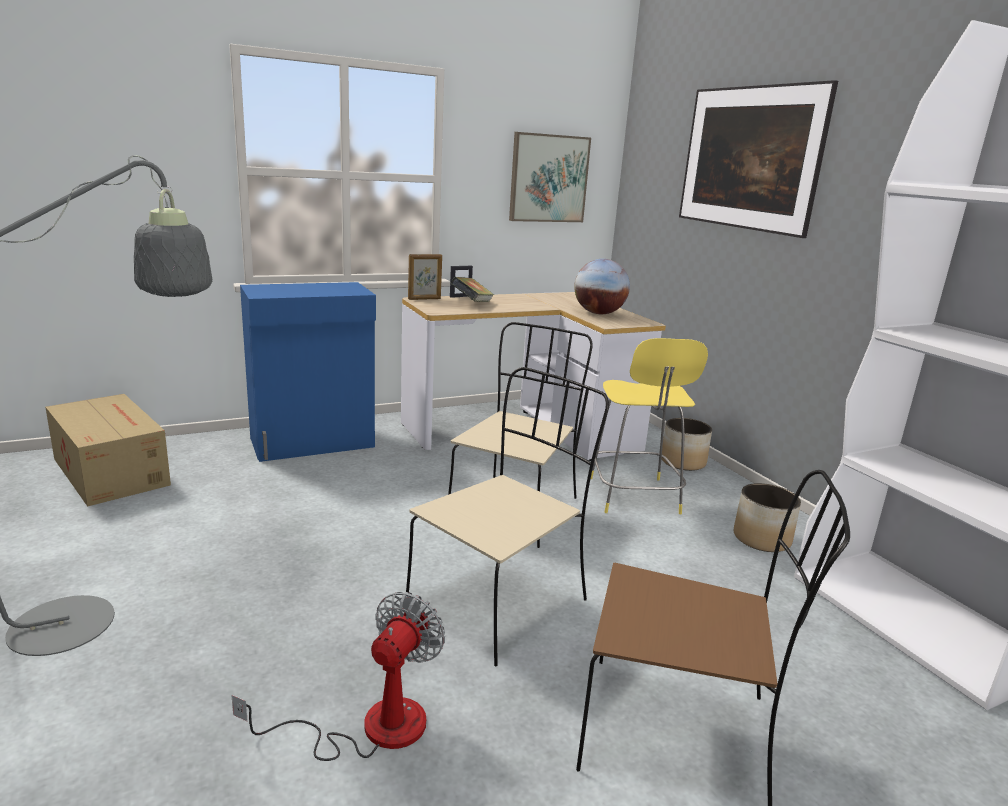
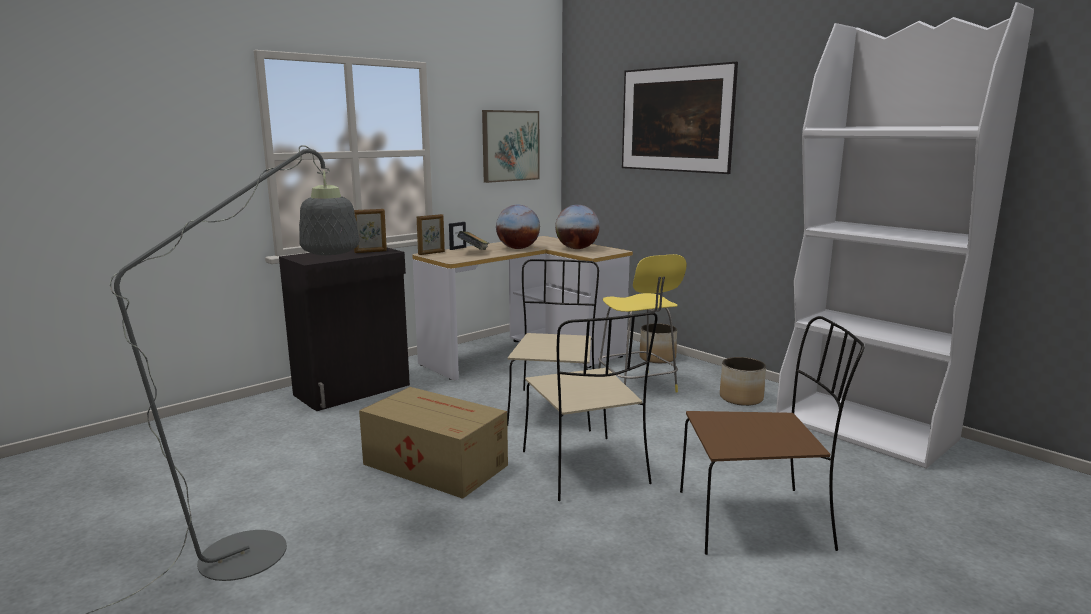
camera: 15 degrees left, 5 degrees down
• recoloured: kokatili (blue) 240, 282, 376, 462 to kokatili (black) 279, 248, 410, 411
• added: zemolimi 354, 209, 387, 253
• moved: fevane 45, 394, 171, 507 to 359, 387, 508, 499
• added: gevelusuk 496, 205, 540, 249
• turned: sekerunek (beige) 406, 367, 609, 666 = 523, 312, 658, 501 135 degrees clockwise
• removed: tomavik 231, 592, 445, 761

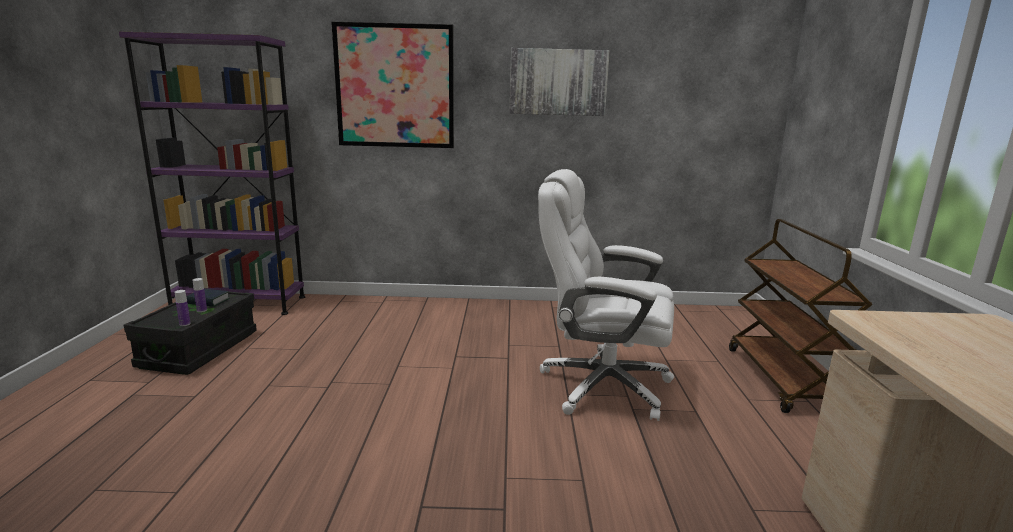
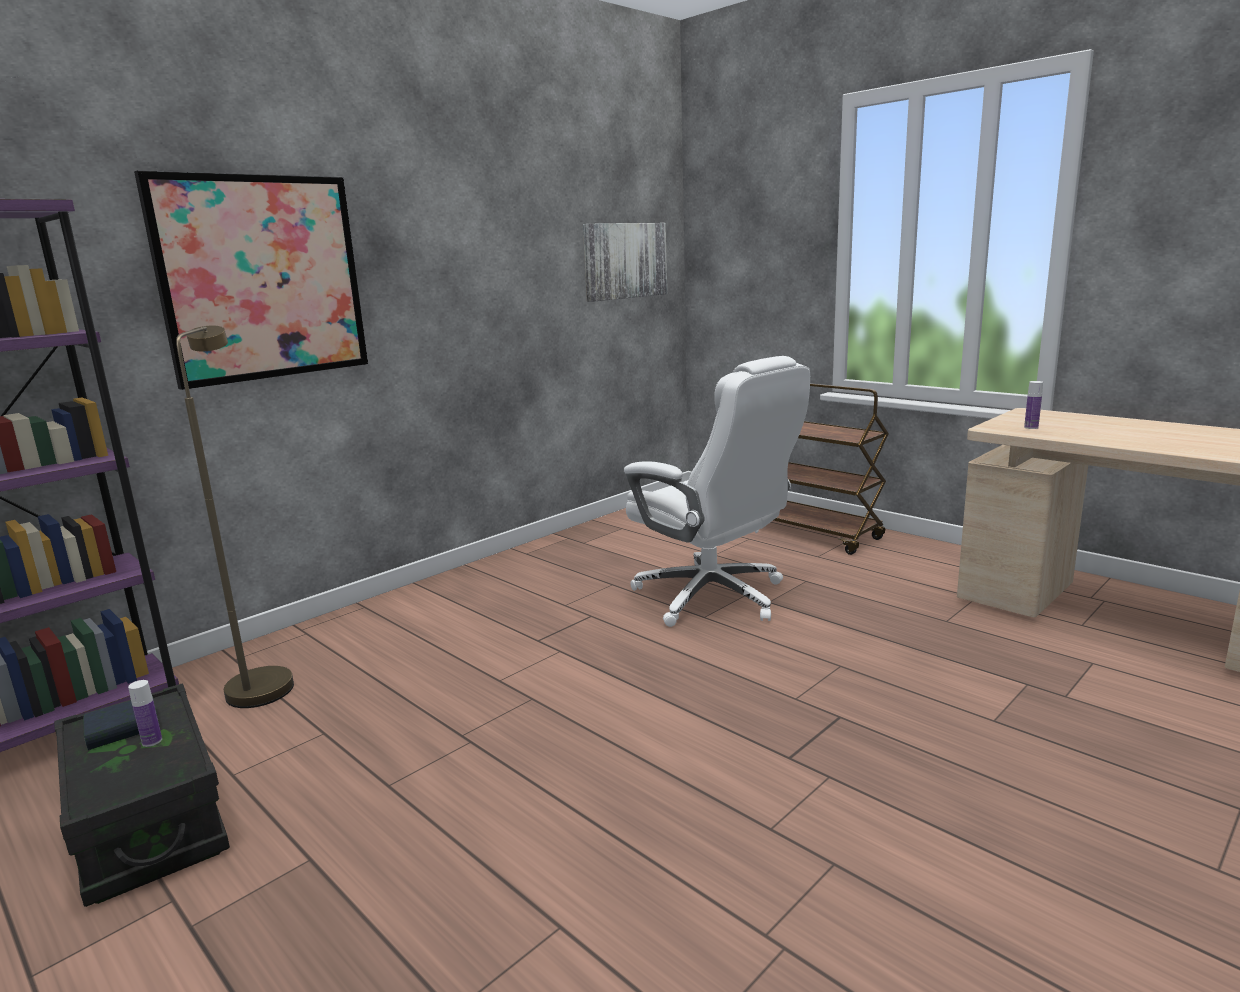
camera: 45 degrees left, 0 degrees up
• added: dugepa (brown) 176, 326, 294, 708
• moved: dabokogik 509, 48, 610, 116 to 583, 223, 667, 302
• turned: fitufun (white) 538, 169, 674, 421 = 624, 356, 810, 627 105 degrees counterclockwise
• moved: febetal 175, 290, 191, 326 to 1024, 381, 1043, 429

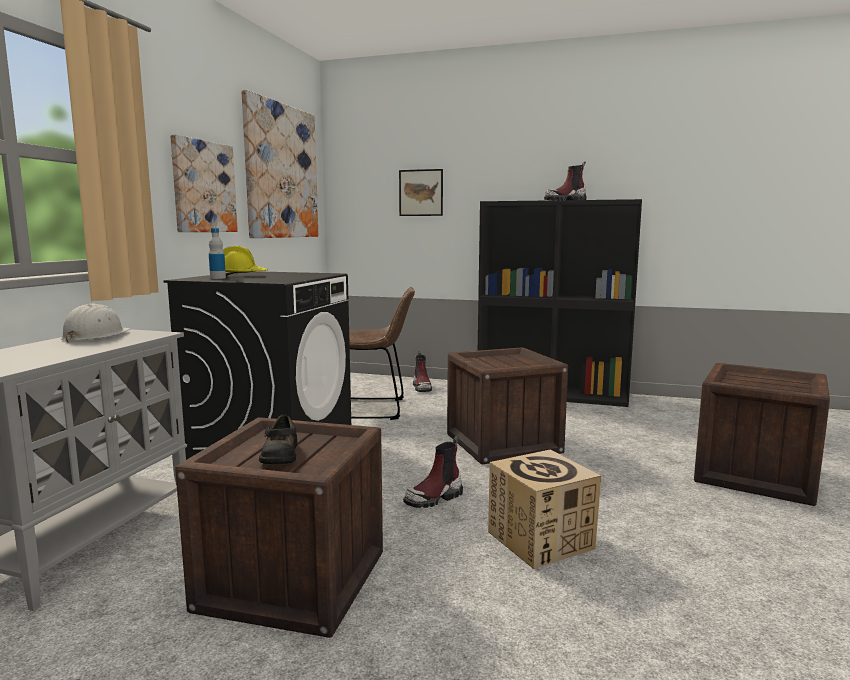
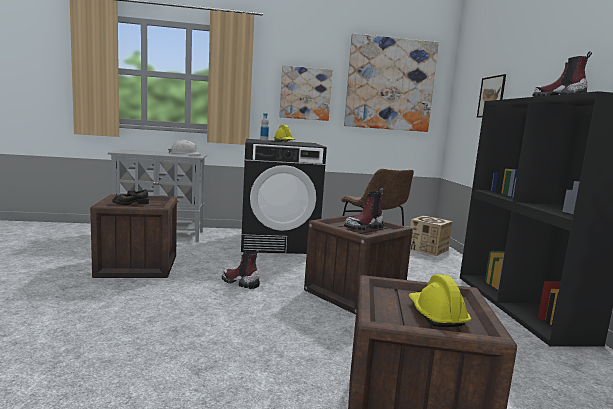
camera: 65 degrees right, 0 degrees up
• moved: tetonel 413, 351, 432, 392 to 344, 188, 384, 230
• added: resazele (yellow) 409, 274, 471, 327
• moved: fevane 488, 450, 601, 569 to 410, 216, 453, 256

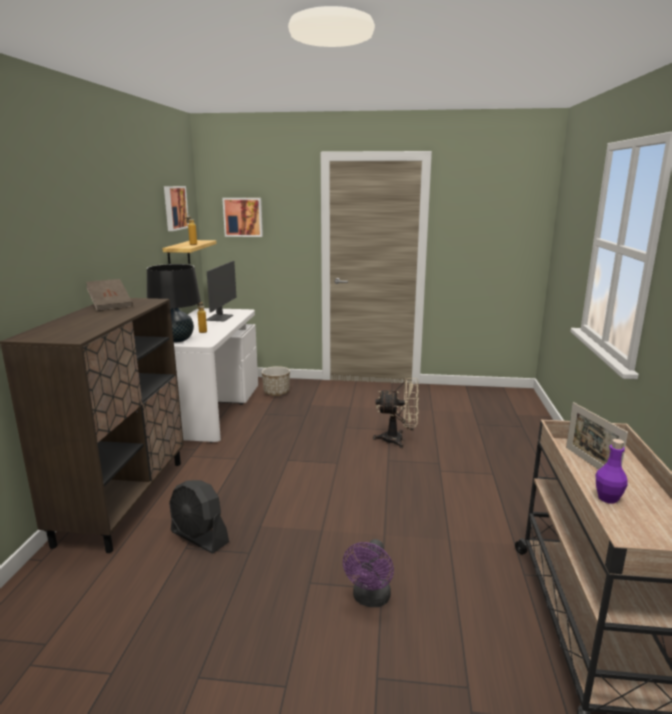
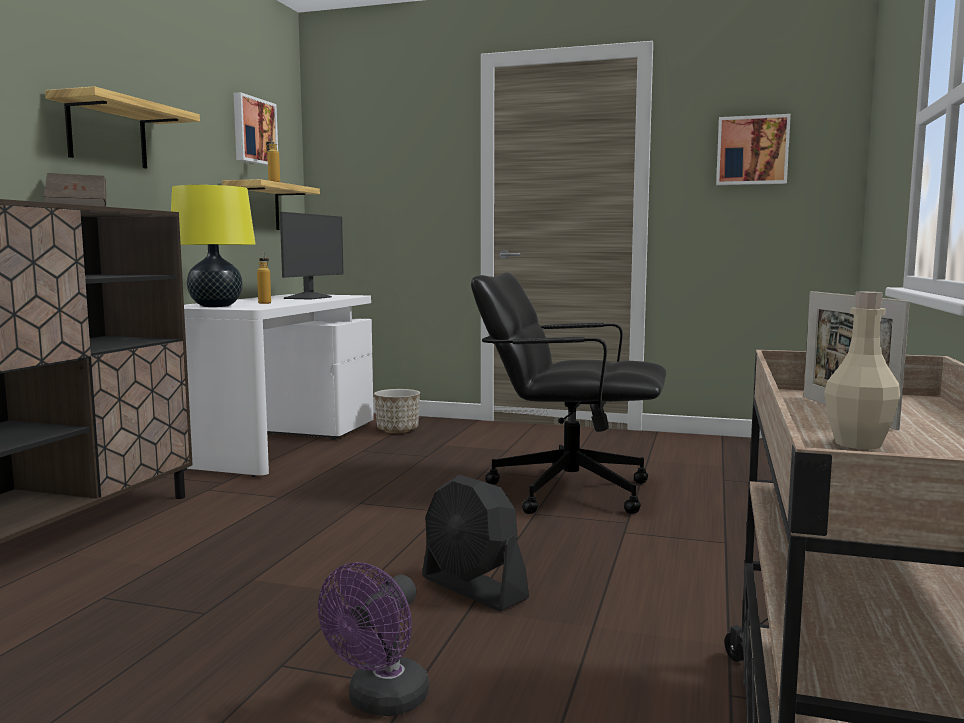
camera: 10 degrees right, 10 degrees down
• added: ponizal 45, 86, 200, 169
• recoloured: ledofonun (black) 147, 264, 201, 342 to ledofonun (yellow) 171, 185, 256, 307
• moved: tomavik (black) 169, 480, 229, 554 to 422, 475, 529, 611
• replaced: tomavik (beige) 373, 378, 419, 448 to fitufun (black) 471, 272, 666, 514
• moved: dabokogik 222, 198, 263, 237 to 716, 114, 791, 185
• recoloured: febetal (purple) 596, 439, 628, 504 to febetal (beige) 824, 292, 900, 450

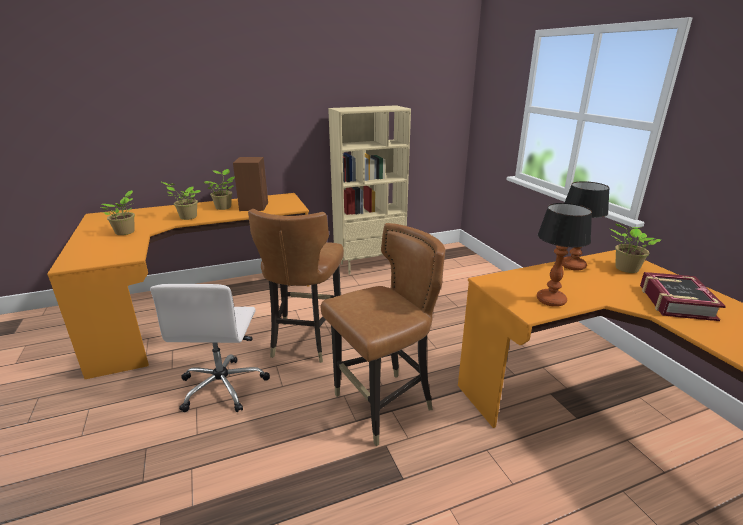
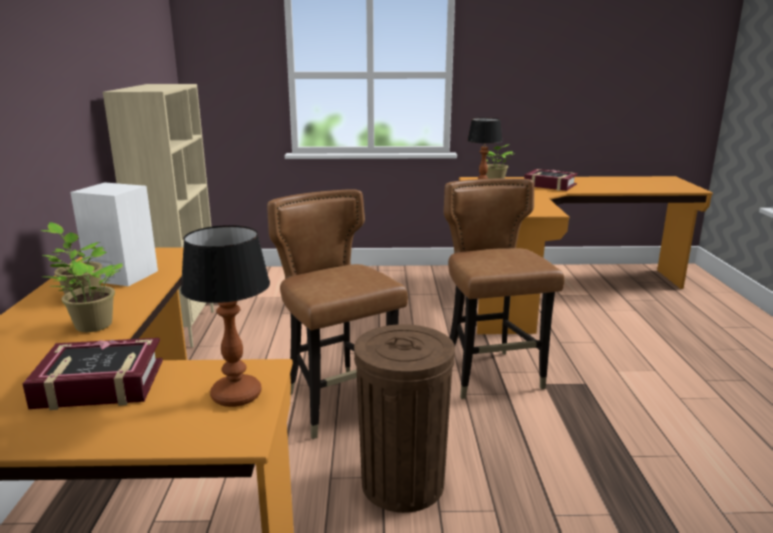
camera: 70 degrees left, 5 degrees down
• replaced: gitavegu 101, 190, 135, 235 to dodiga 23, 338, 163, 410
• recoloured: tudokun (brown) 233, 157, 268, 211 to tudokun (white) 70, 182, 158, 286
• moved: ledofonun 537, 203, 592, 307 to 180, 225, 270, 407
• turned: sekerunek (brown) 248, 209, 344, 363 = 267, 189, 408, 439 150 degrees counterclockwise
• replaced: fitufun (white) 150, 284, 270, 412 to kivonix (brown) 354, 324, 455, 513

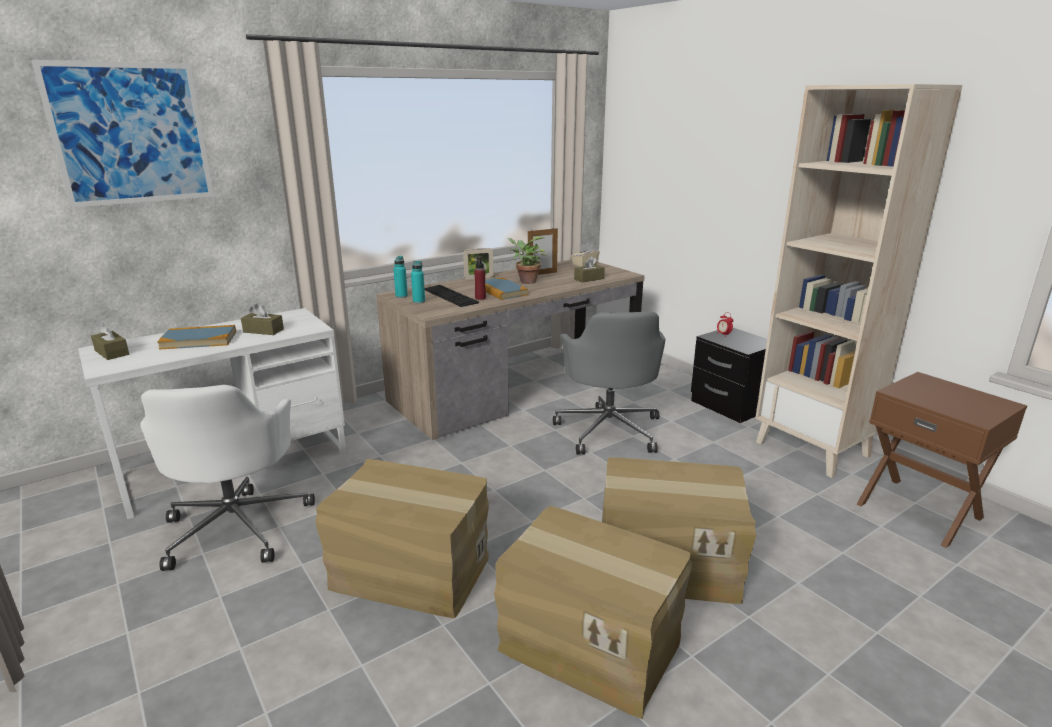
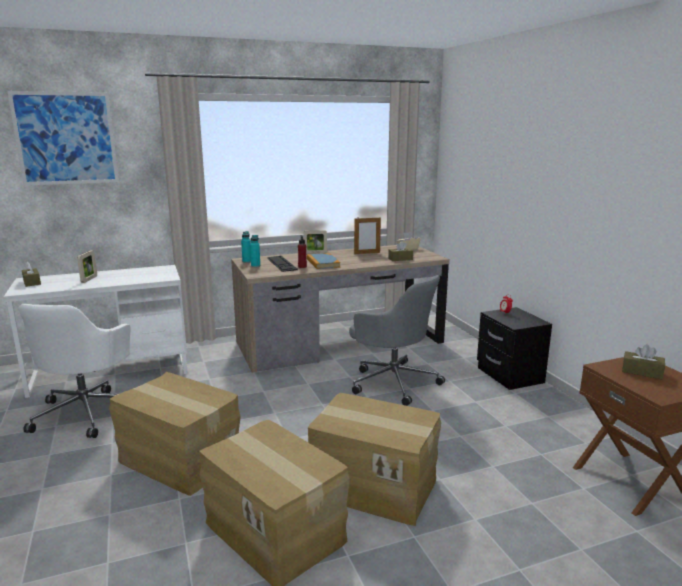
camera: 15 degrees right, 5 degrees down
• replaced: dodiga 157, 325, 236, 350 to zemolimi 77, 250, 97, 283
• turned: fitufun (grey) 553, 311, 665, 454 = 349, 275, 445, 406 60 degrees counterclockwise
• moved: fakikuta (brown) 241, 303, 284, 335 to 622, 344, 665, 379
• removed: gitavegu 507, 236, 546, 284
• removed: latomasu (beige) 755, 84, 963, 478

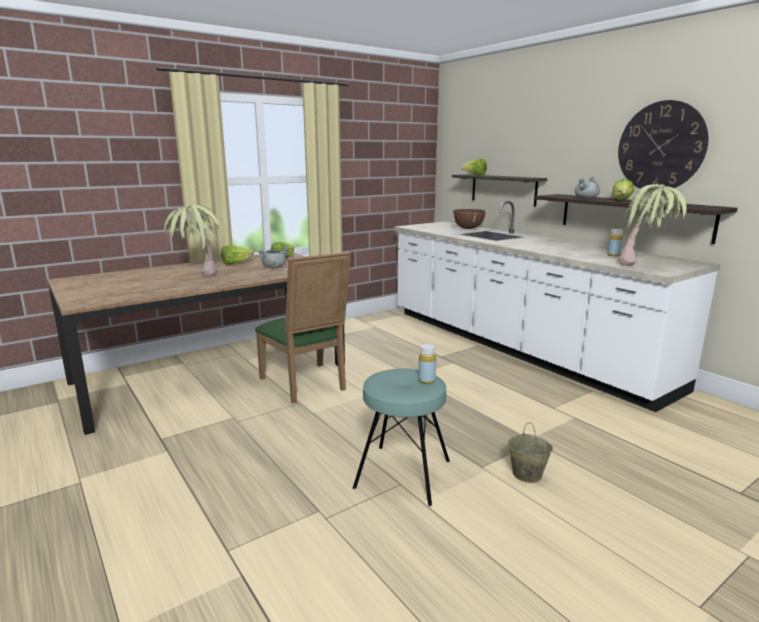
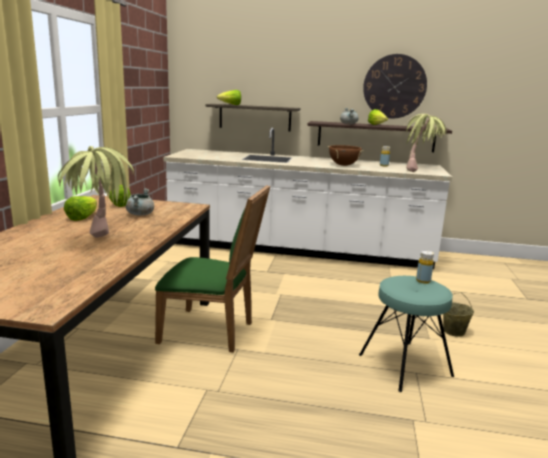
camera: 45 degrees left, 0 degrees up
• moved: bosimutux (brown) 450, 209, 488, 229 to 327, 145, 364, 166

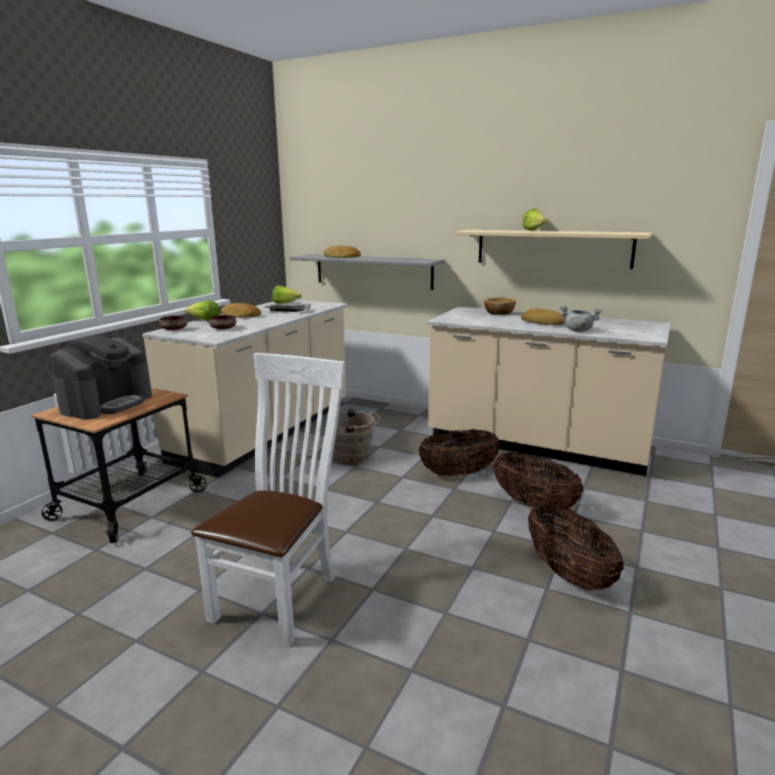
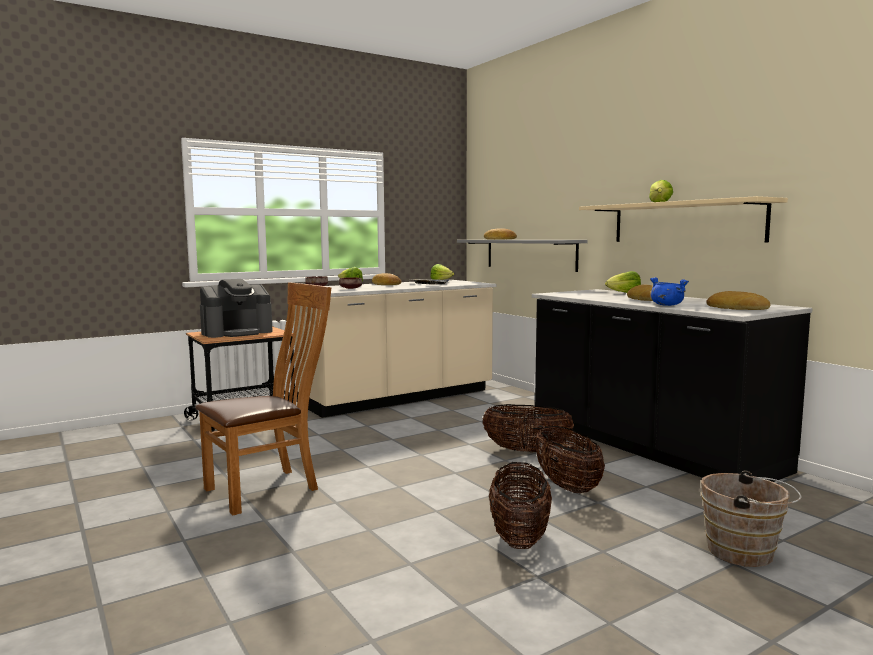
camera: 30 degrees right, 10 degrees down
• recoloured: sekerunek (white) 191, 353, 345, 647 to sekerunek (brown) 196, 283, 331, 515
• recoloured: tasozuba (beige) 427, 307, 671, 476 to tasozuba (black) 532, 289, 812, 482
• replaced: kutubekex 484, 298, 516, 315 to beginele 605, 271, 641, 293
• recoloured: bosimutux (grey) 560, 306, 602, 332 to bosimutux (blue) 650, 277, 689, 306
• moved: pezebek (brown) 333, 409, 380, 464 to 701, 470, 801, 567
• added: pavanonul 706, 291, 770, 310

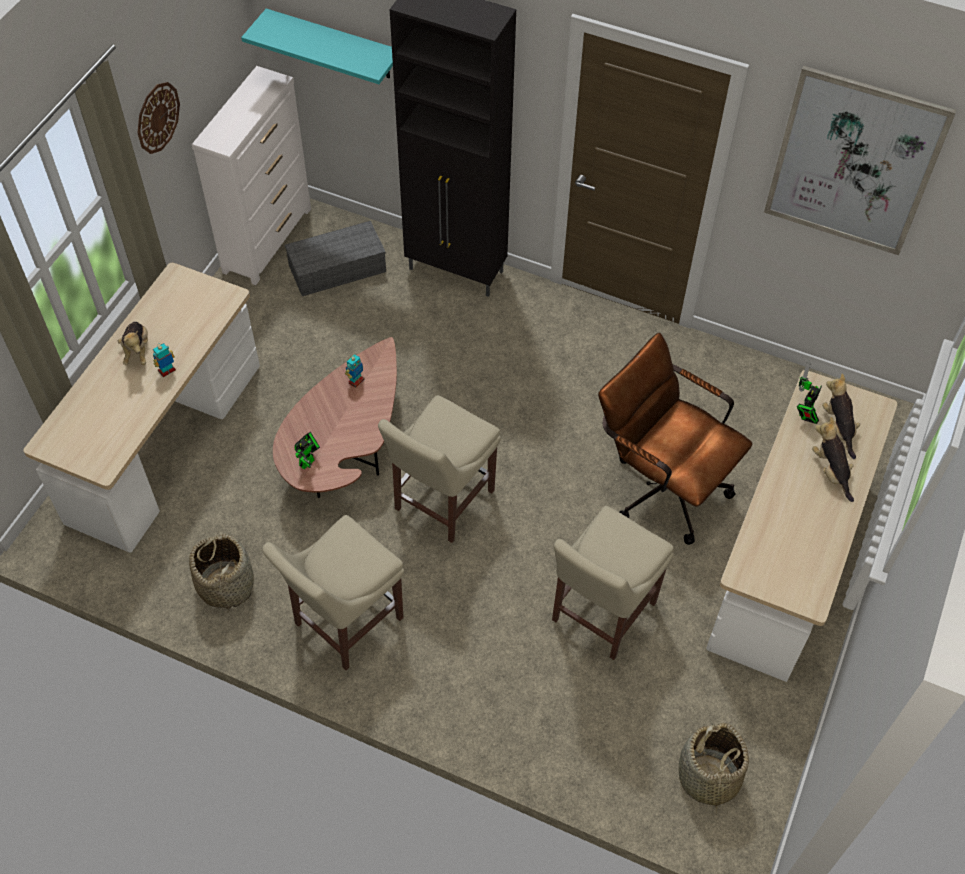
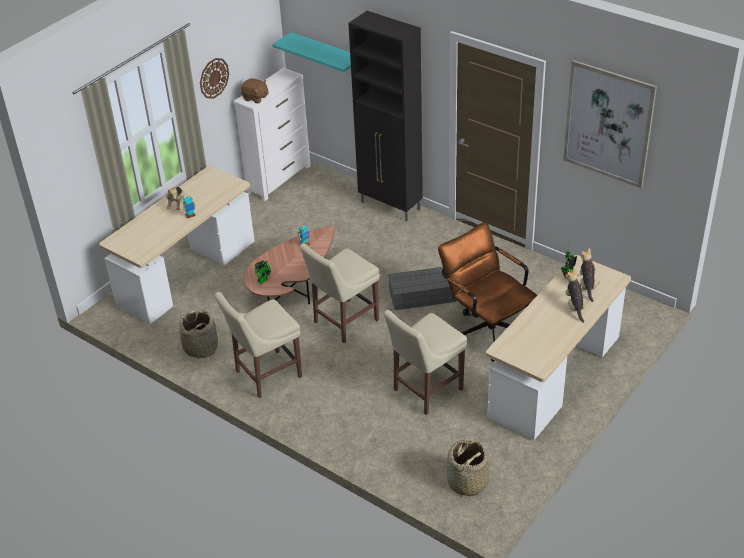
camera: 15 degrees right, 15 degrees down
• added: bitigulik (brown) 241, 78, 269, 103
• moved: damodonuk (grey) 285, 221, 386, 296 to 388, 267, 456, 310

